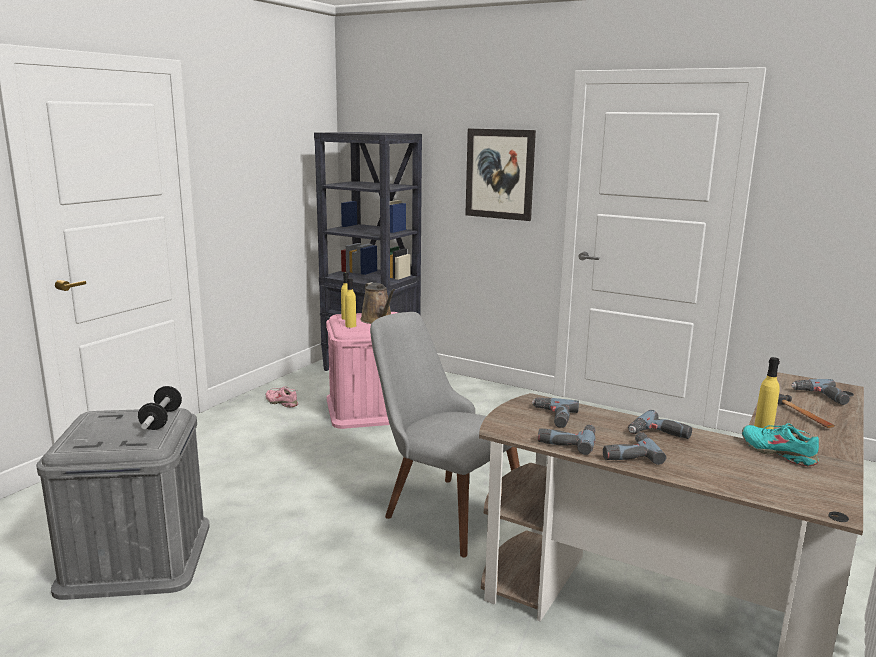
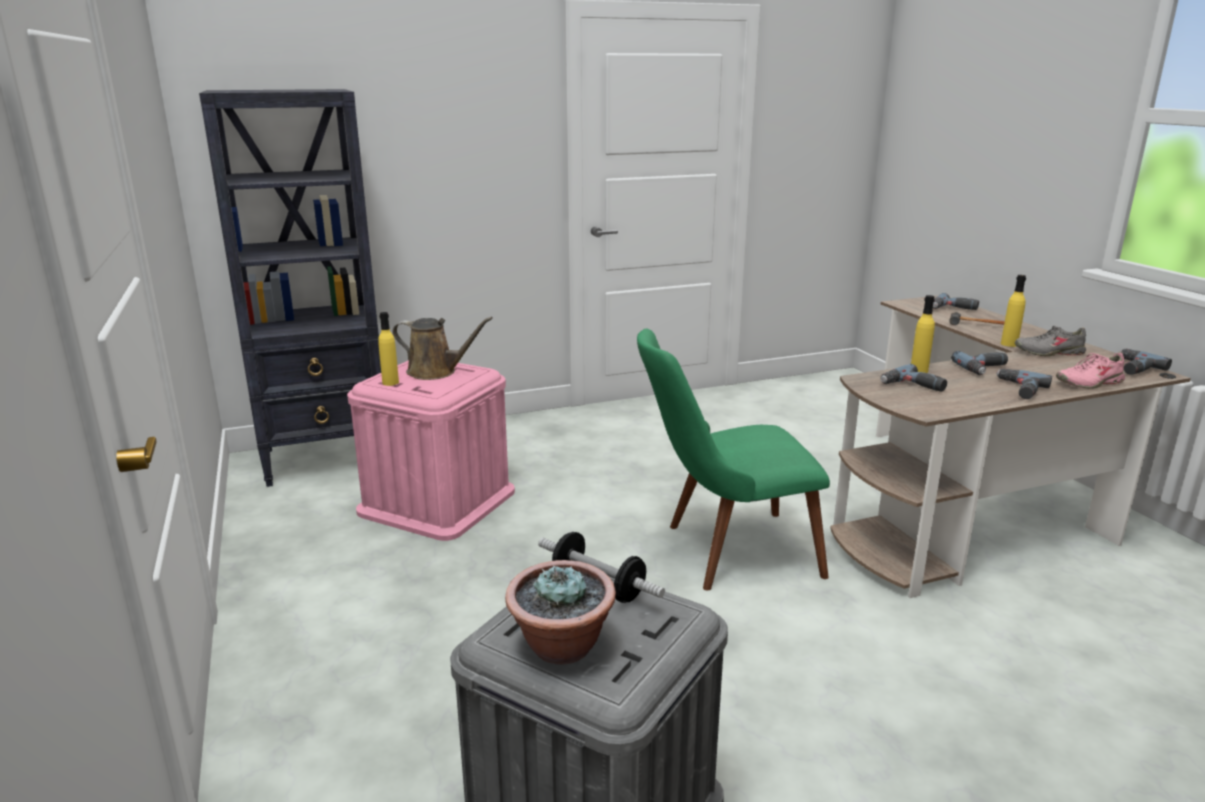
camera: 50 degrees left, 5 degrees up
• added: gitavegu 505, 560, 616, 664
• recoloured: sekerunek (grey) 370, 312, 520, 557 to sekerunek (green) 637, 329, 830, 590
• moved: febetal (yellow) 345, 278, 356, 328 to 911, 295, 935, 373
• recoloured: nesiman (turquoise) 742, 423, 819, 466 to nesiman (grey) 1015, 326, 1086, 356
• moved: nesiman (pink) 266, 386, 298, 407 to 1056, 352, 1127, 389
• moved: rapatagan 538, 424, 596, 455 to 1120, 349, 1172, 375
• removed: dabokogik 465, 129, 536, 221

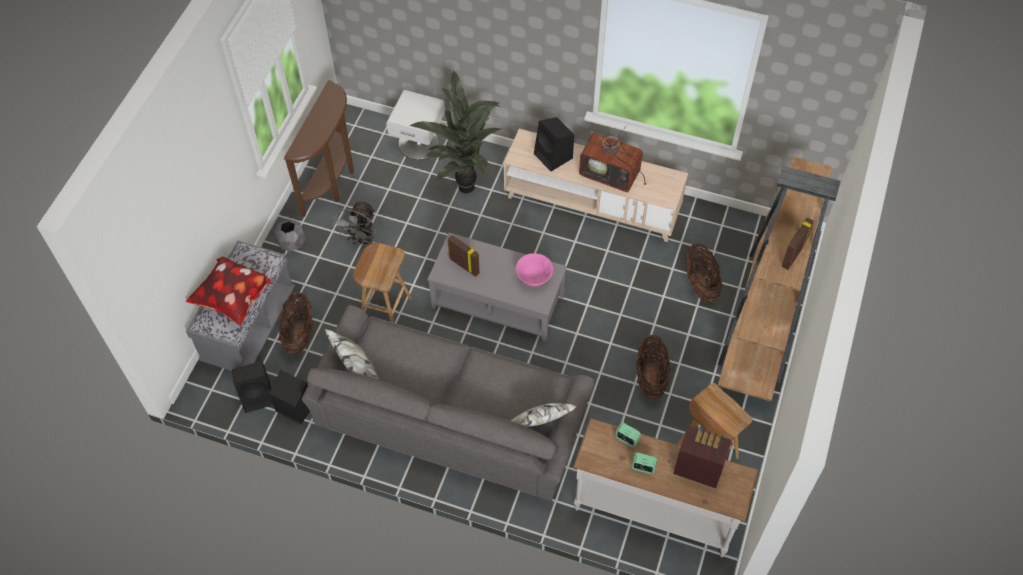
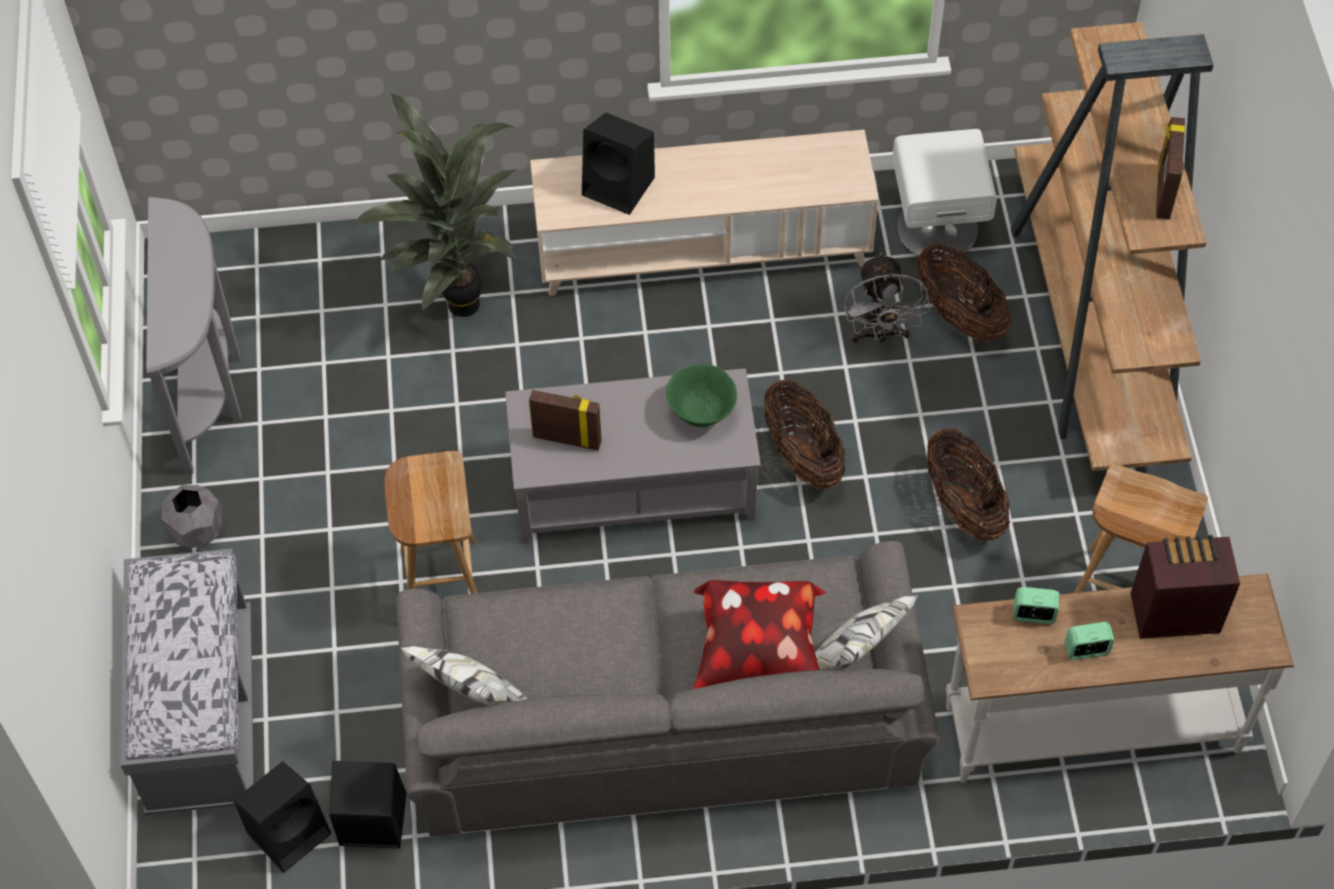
camera: 25 degrees left, 0 degrees up
• recoloured: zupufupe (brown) 284, 80, 354, 217 to zupufupe (grey) 146, 197, 241, 474
• recoloured: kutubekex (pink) 516, 254, 553, 286 to kutubekex (green) 666, 364, 737, 427
• moved: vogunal 186, 256, 273, 326 to 693, 580, 826, 689
• moved: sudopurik 279, 292, 313, 354 to 764, 380, 845, 490
• moved: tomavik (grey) 333, 200, 377, 246 to 844, 253, 930, 344
• moved: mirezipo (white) 386, 90, 445, 160 to 892, 129, 997, 261
• removed: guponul 579, 126, 646, 192

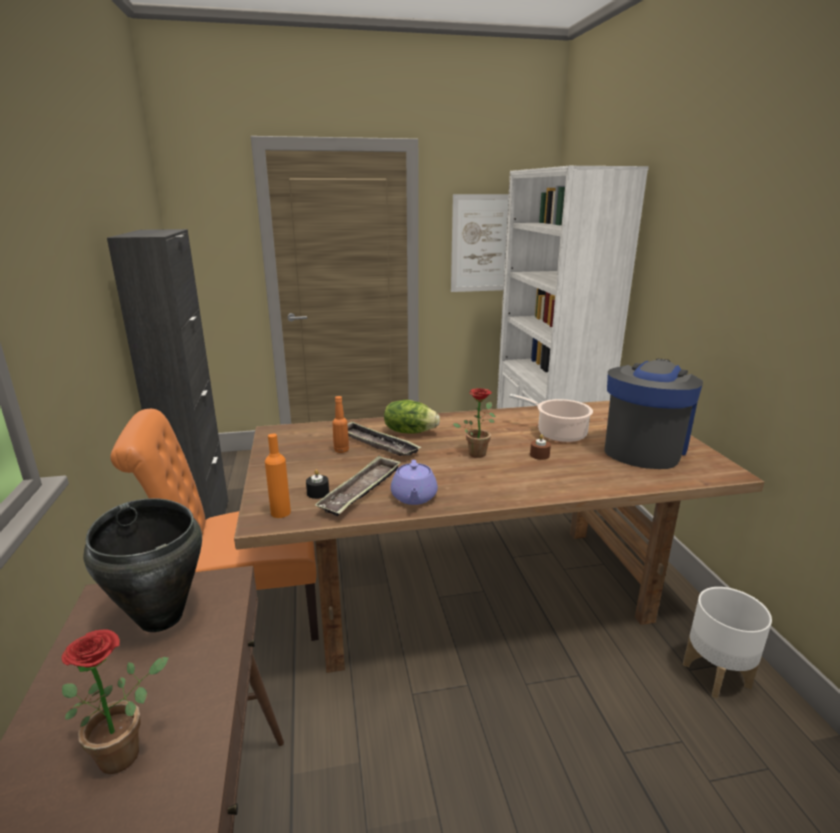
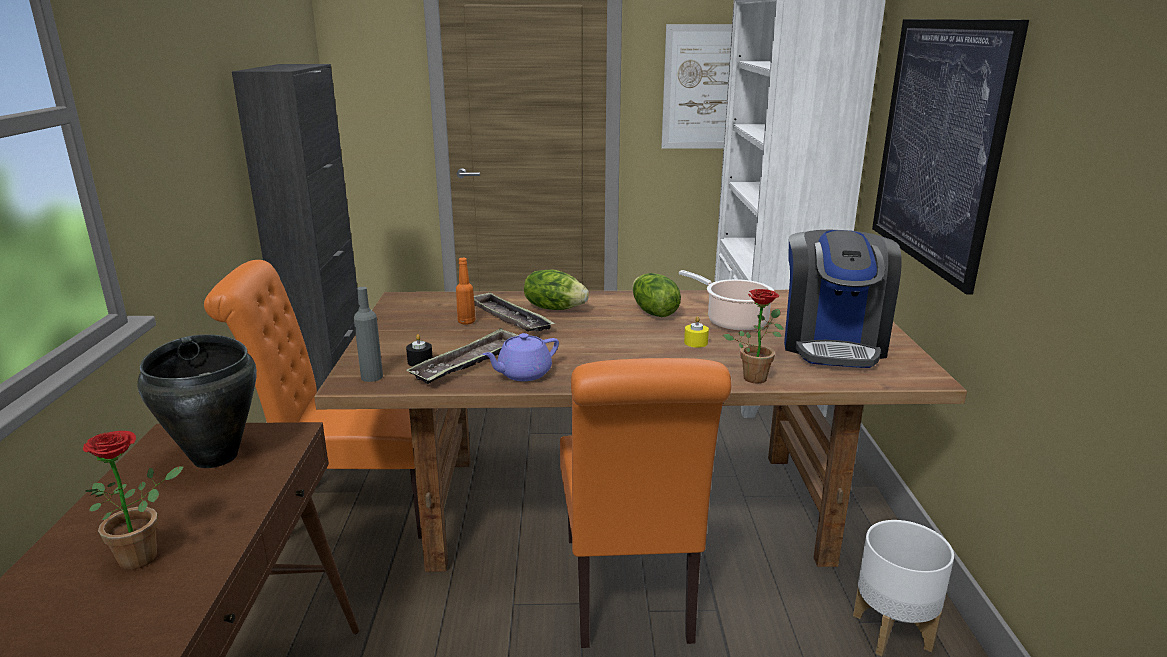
camera: 10 degrees right, 0 degrees up
• recoloured: febetal (orange) 265, 434, 291, 518 to febetal (grey) 354, 287, 383, 382
• turned: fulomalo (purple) 391, 460, 438, 505 = 483, 333, 559, 381 45 degrees clockwise
• added: sekerunek (orange) 560, 358, 731, 648
• added: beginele 632, 273, 681, 317
• recoloured: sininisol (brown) 530, 434, 551, 460 to sininisol (yellow) 684, 316, 709, 348
• moved: gitavegu 453, 388, 496, 458 to 723, 289, 784, 384
• turned: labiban 605, 358, 703, 469 = 784, 230, 902, 368 150 degrees clockwise
• added: dabokogik 872, 19, 1029, 295

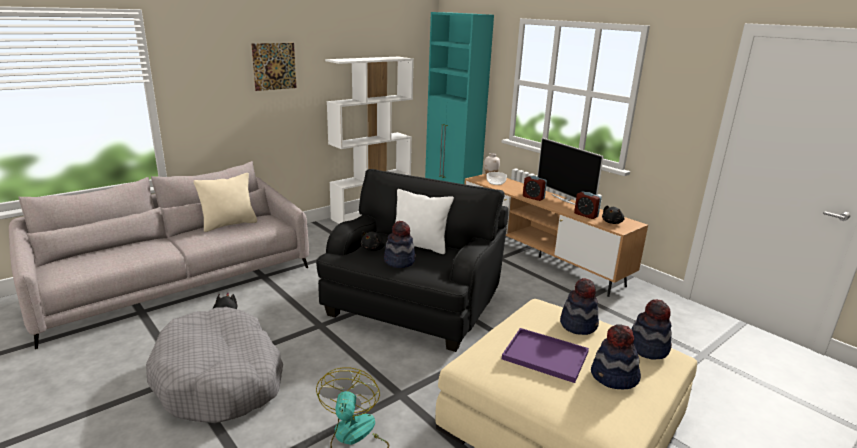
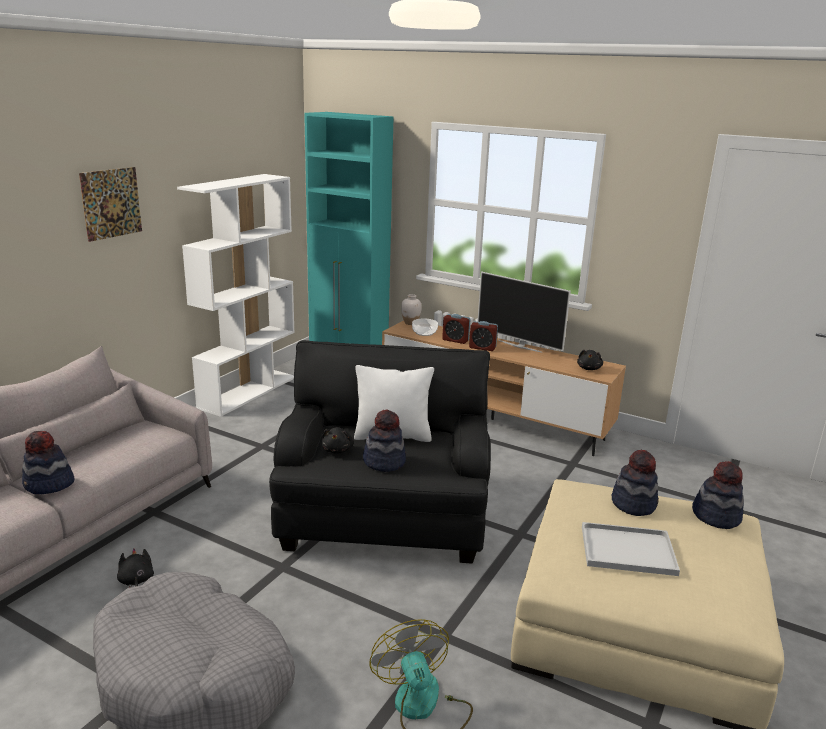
camera: 20 degrees left, 0 degrees up
• moved: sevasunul 591, 324, 641, 390 to 22, 431, 74, 494
• moved: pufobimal 574, 191, 601, 219 to 442, 314, 470, 344
• recoloured: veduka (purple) 502, 328, 589, 383 to veduka (white) 582, 522, 680, 576
• removed: vogunal (beige) 193, 173, 257, 232

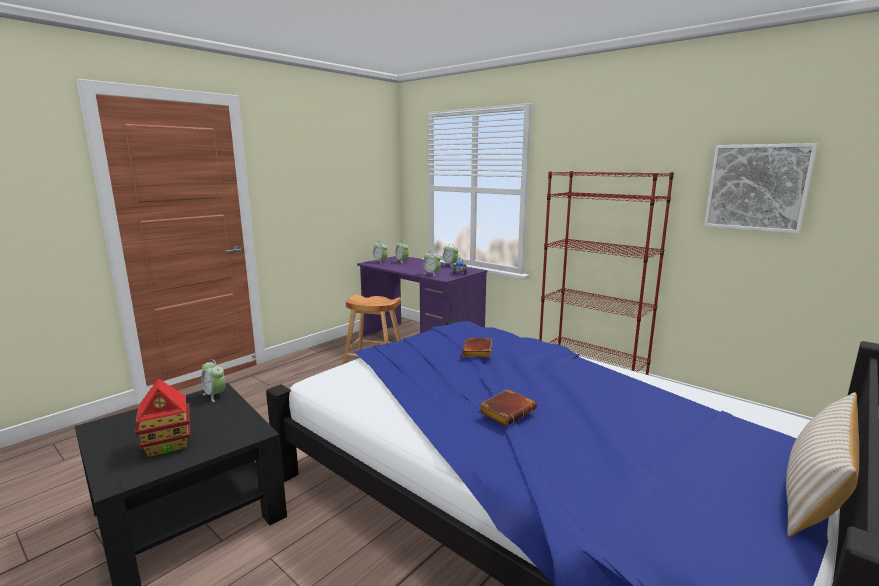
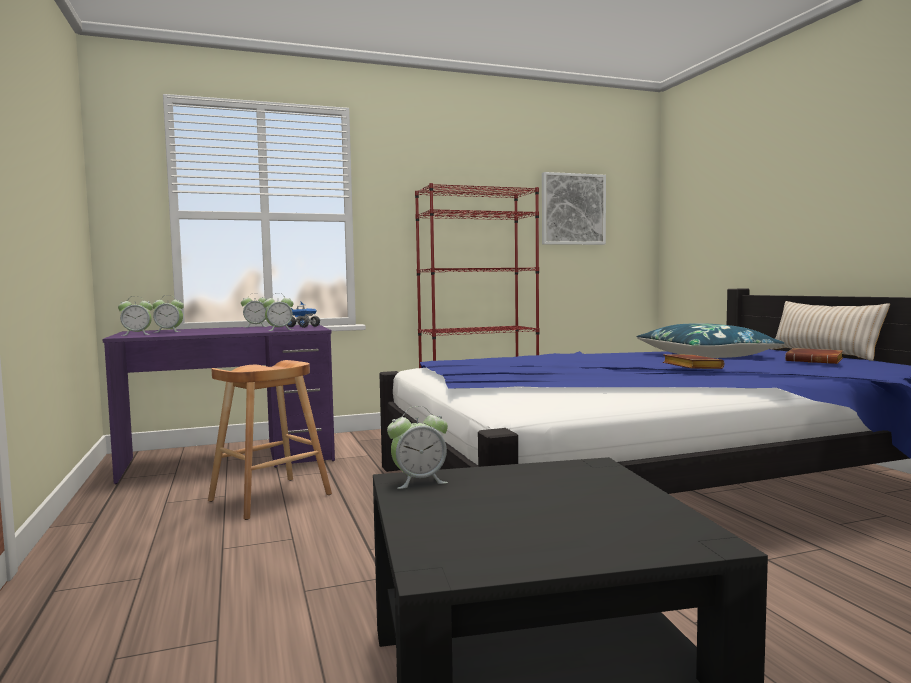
camera: 60 degrees left, 10 degrees down
• added: vogunal (blue) 637, 323, 785, 358
• moved: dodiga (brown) 462, 338, 492, 357 to 785, 348, 843, 364
• removed: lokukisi 135, 379, 190, 457

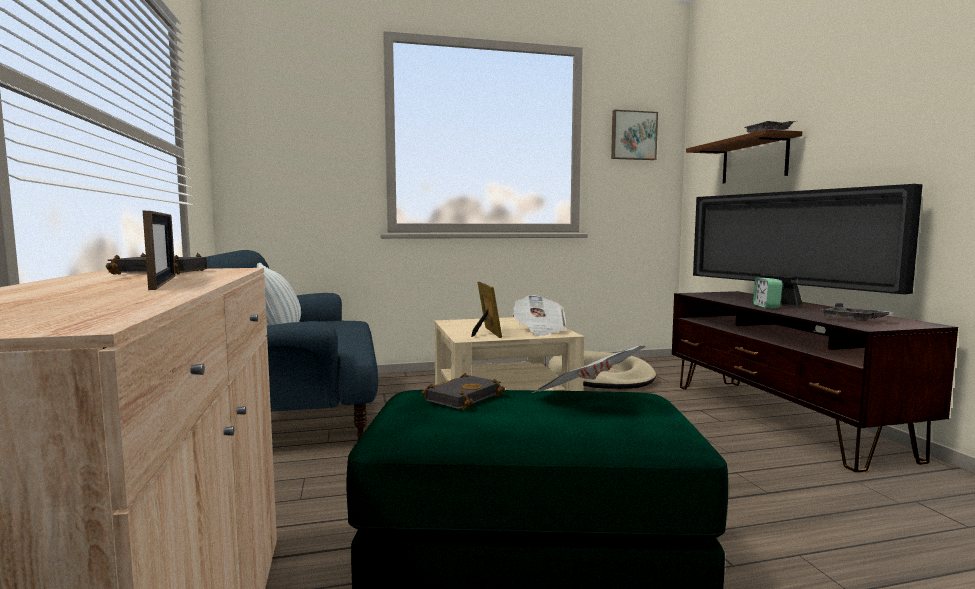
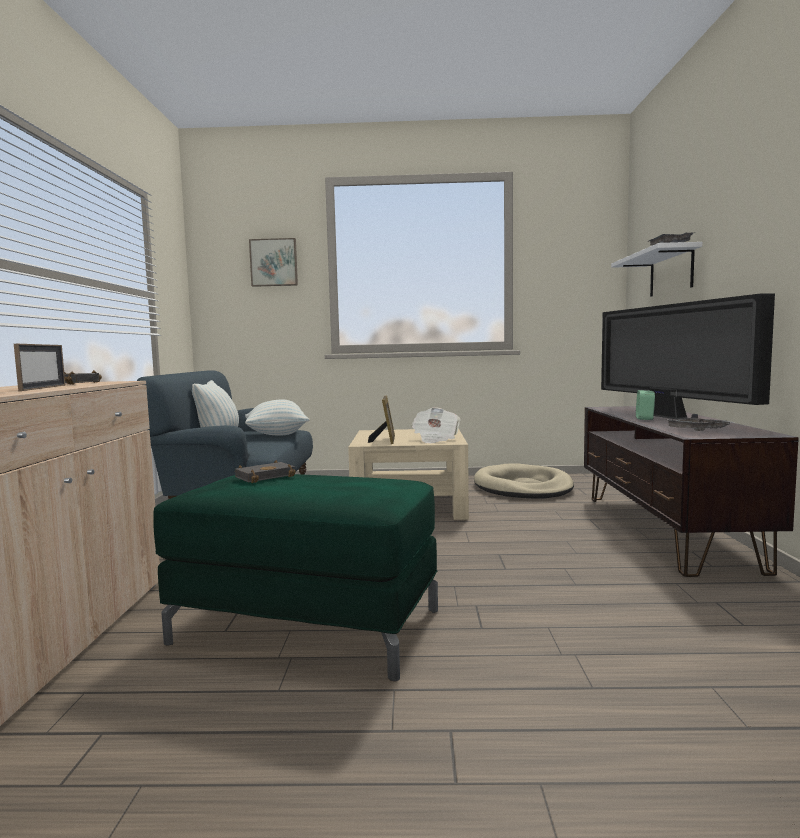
camera: 15 degrees right, 0 degrees up
• added: vogunal 245, 400, 310, 436
• moved: dabokogik 611, 110, 658, 160 to 249, 238, 298, 287
• recoloured: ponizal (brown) 686, 129, 802, 183 to ponizal (white) 611, 242, 702, 297
• removed: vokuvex 531, 344, 645, 393

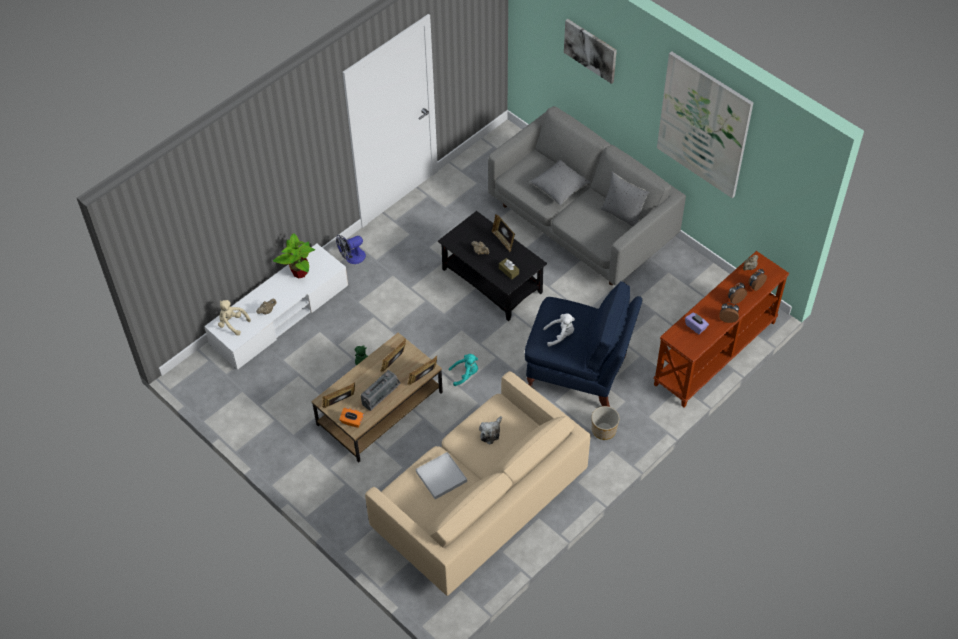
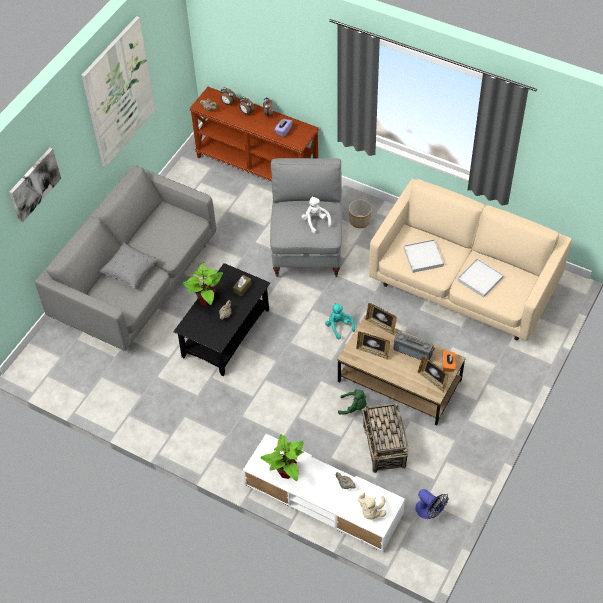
camera: 105 degrees left, 0 degrees up
• replaced: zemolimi 492, 214, 515, 252 to gitavegu 182, 262, 223, 306
• recoloured: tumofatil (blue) 525, 281, 642, 407 to tumofatil (grey) 270, 158, 342, 277
• added: sudopurik 362, 403, 409, 473
• replaced: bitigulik 479, 416, 502, 445 to veduka (white) 404, 239, 444, 273
• moved: tomavik 336, 235, 366, 264 to 415, 489, 449, 519
• removed: vogunal (grey) 601, 172, 650, 226

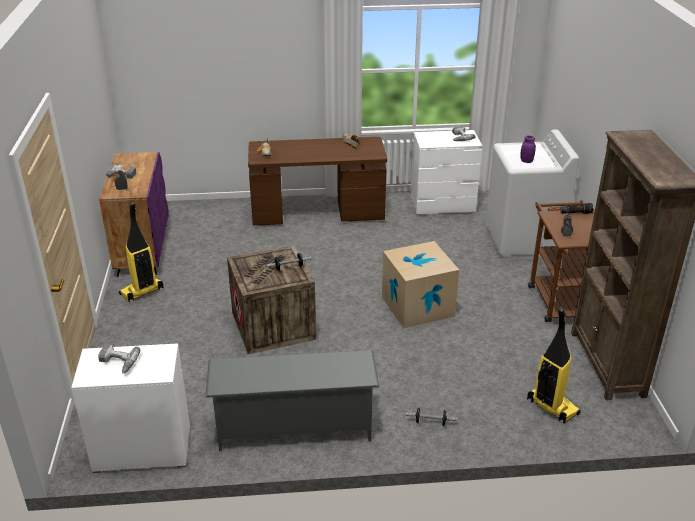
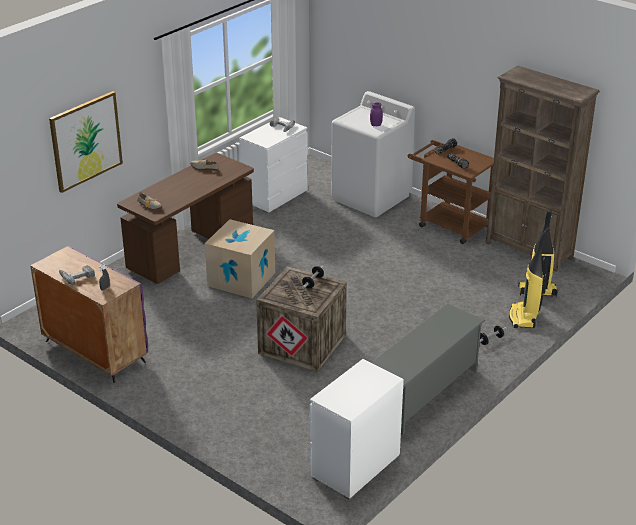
camera: 45 degrees left, 0 degrees up
• added: dabokogik 49, 91, 123, 193
• moved: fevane 382, 241, 459, 328 to 205, 219, 275, 298
• moved: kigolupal 119, 202, 164, 302 to 509, 227, 550, 328
• removed: rapatagan 98, 344, 140, 374

